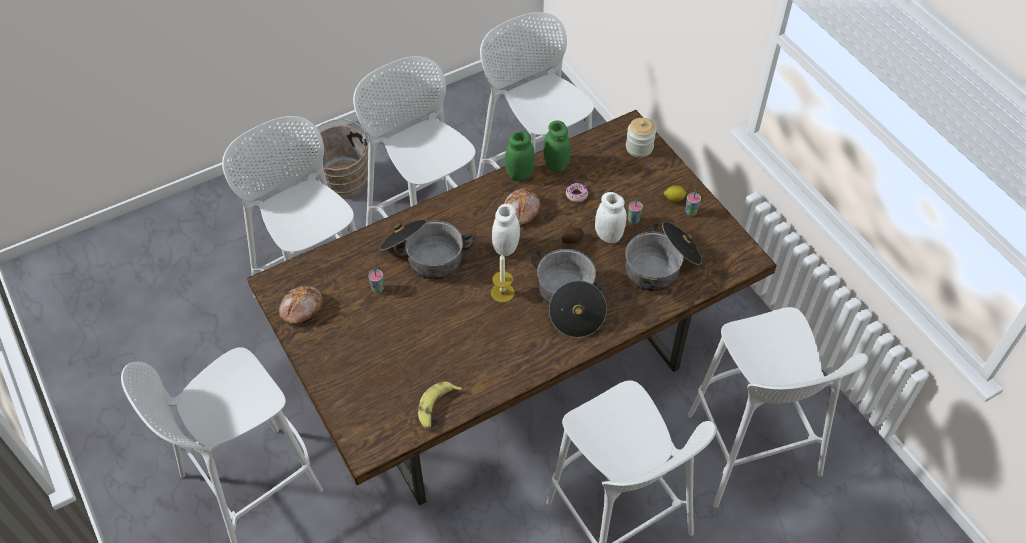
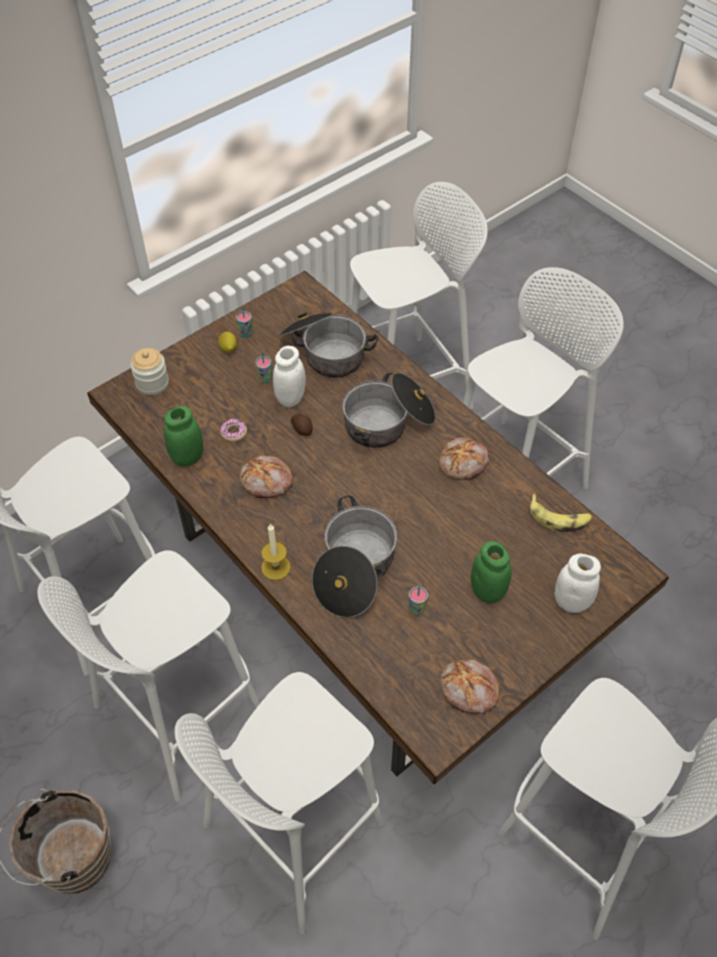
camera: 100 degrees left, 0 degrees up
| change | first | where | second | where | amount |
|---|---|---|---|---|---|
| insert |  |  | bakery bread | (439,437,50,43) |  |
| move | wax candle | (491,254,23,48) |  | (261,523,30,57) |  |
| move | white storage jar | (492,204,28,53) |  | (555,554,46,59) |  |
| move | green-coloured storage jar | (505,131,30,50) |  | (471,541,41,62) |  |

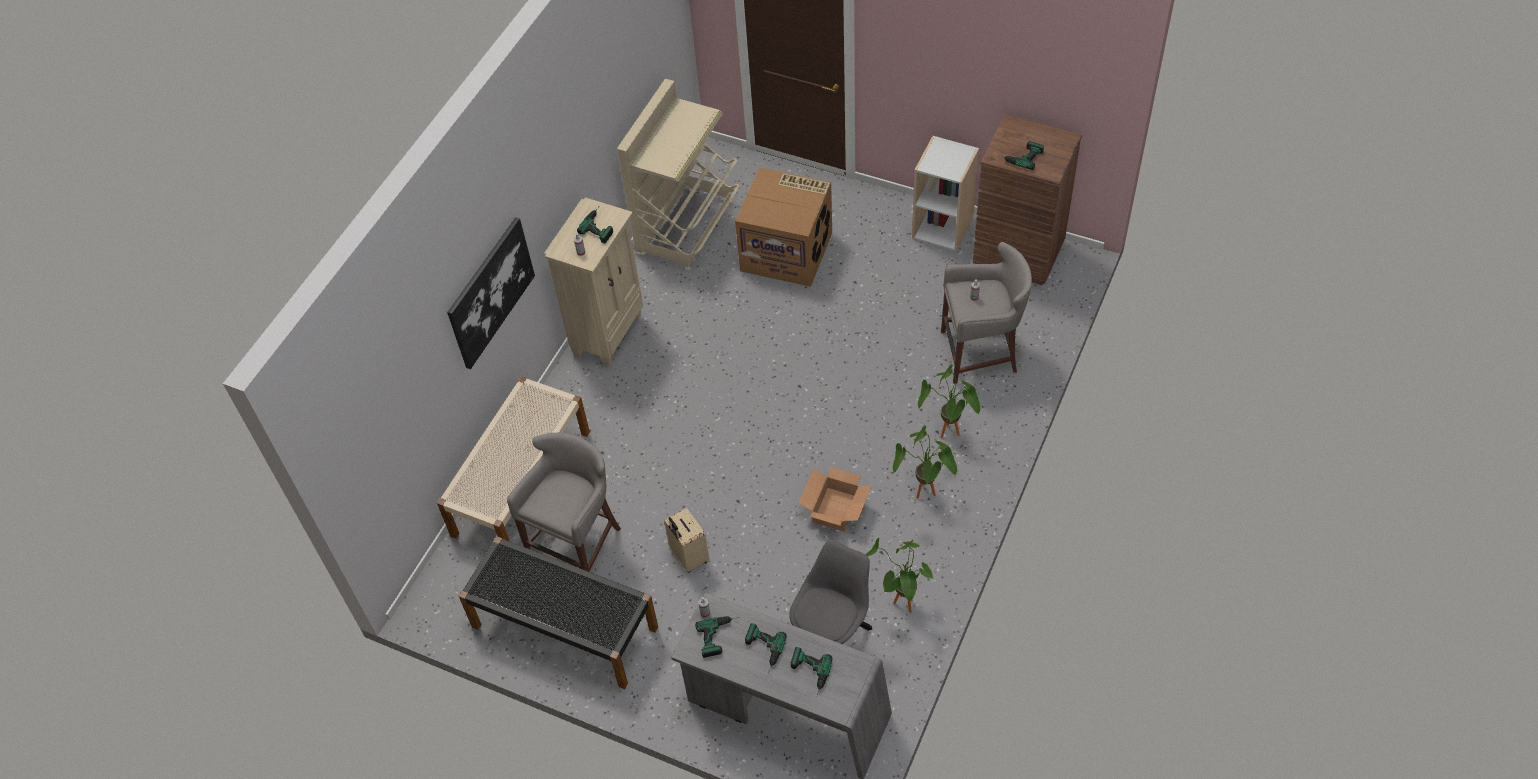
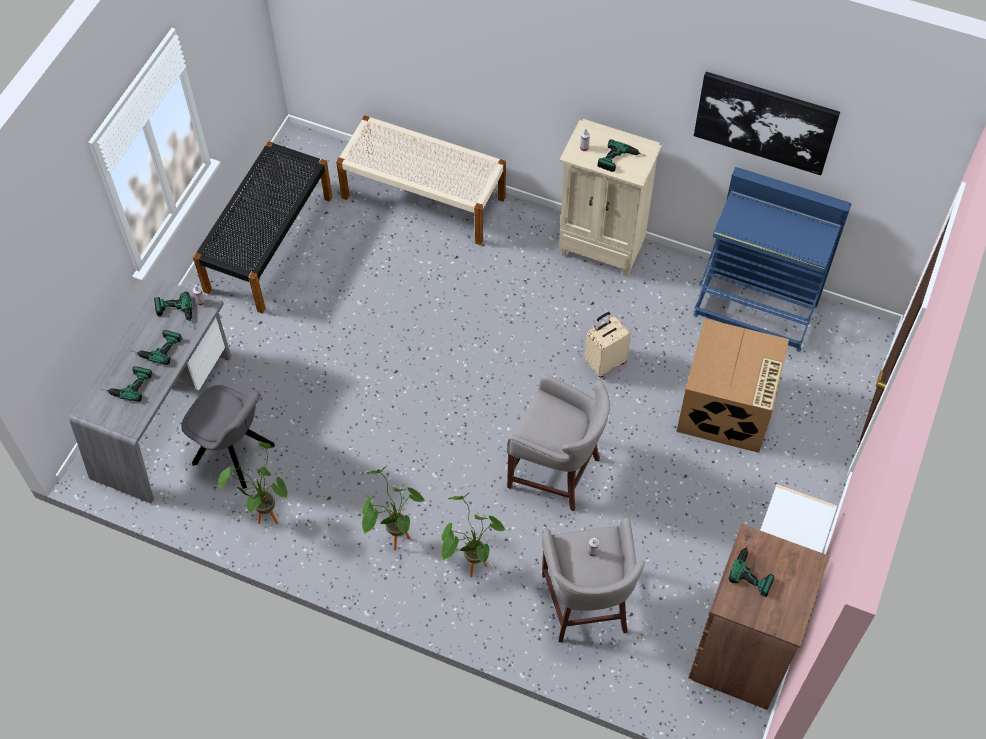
camera: 85 degrees right, 5 degrees up
| change | first | where | second | where | amount |
|---|---|---|---|---|---|
| delete | packing box | (799,467,73,65) |  |  |  |
| move | wall art | (447,217,88,152) |  | (694,72,146,103) |  |
| move | gray sitting stool | (507,433,114,139) |  | (507,374,103,138) |  |
| move | beige-coloured suitcase | (664,508,45,65) |  | (584,312,47,65) |  |
| recolor | beige-coloured shoe rack | (617,79,123,191) | blue-coloured shoe rack | (694,167,157,185) |  |

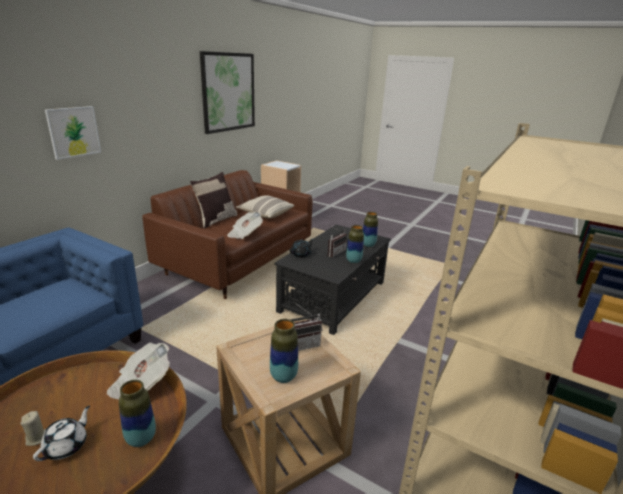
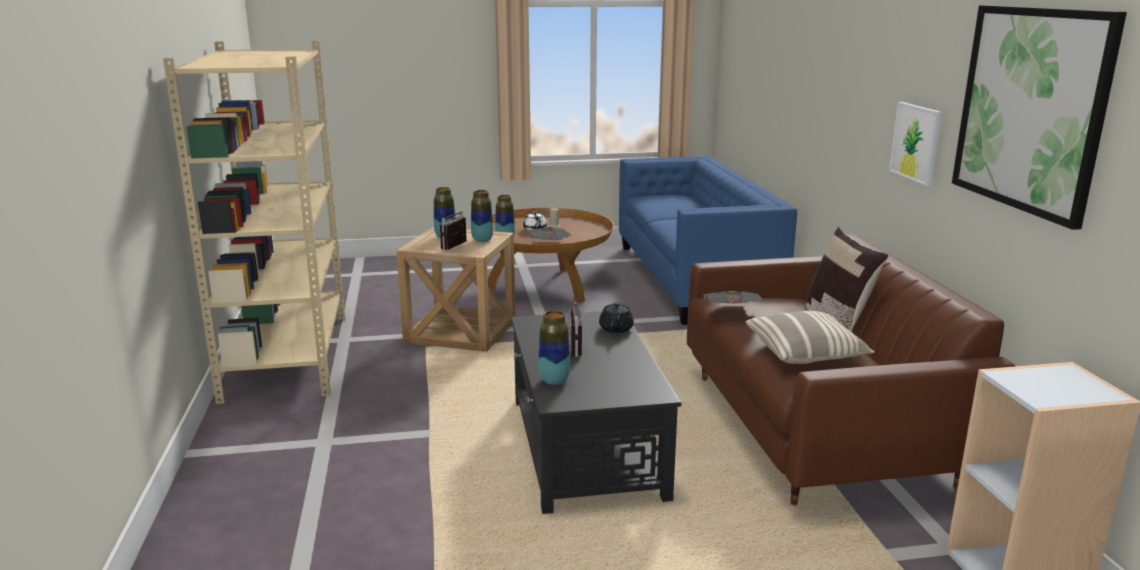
camera: 140 degrees right, 5 degrees down
| change | first | where | second | where | amount |
|---|---|---|---|---|---|
| move | wall art | (45,106,56,54) |  | (889,102,53,84) |  |
| move | vase | (346,225,18,38) |  | (471,190,22,52) |  |

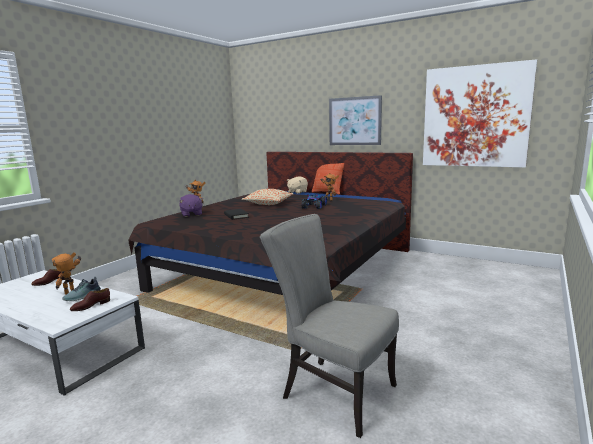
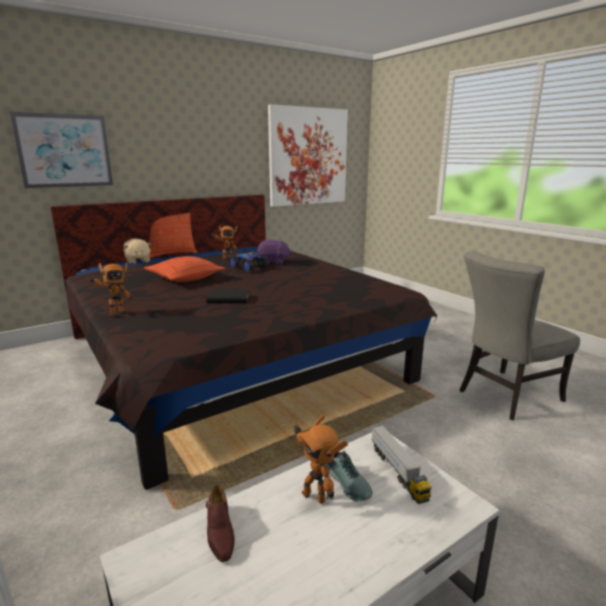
camera: 65 degrees left, 5 degrees up
| change | first | where | second | where | amount |
|---|---|---|---|---|---|
| move | purplish soft toy | (179,194,24,23) |  | (257,240,34,25) |  |
| move | wall art | (329,95,53,50) |  | (10,112,103,76) |  |
| replace | brown-coloured low shoe | (70,288,40,23) | model truck | (371,425,60,79) |  |
| recolor | beige-coloured throw pillow | (242,189,52,16) | orangey throw pillow | (144,256,81,26) |  |

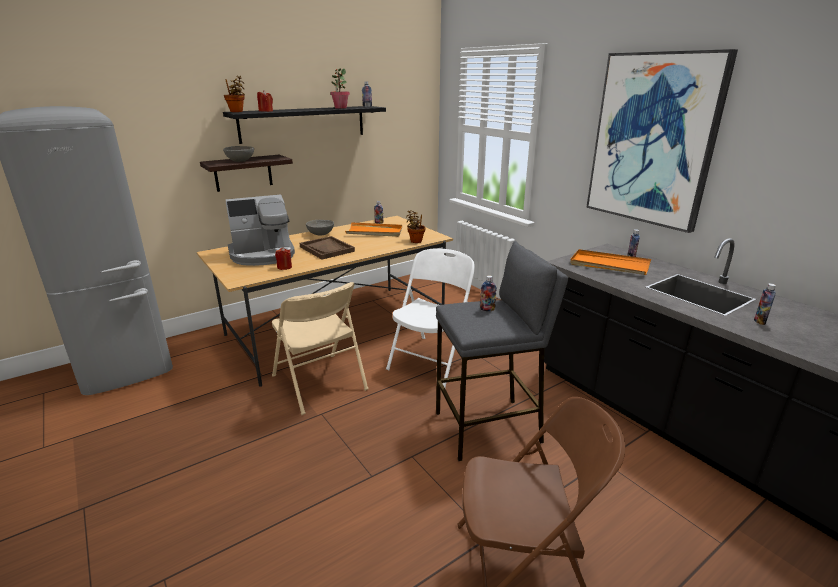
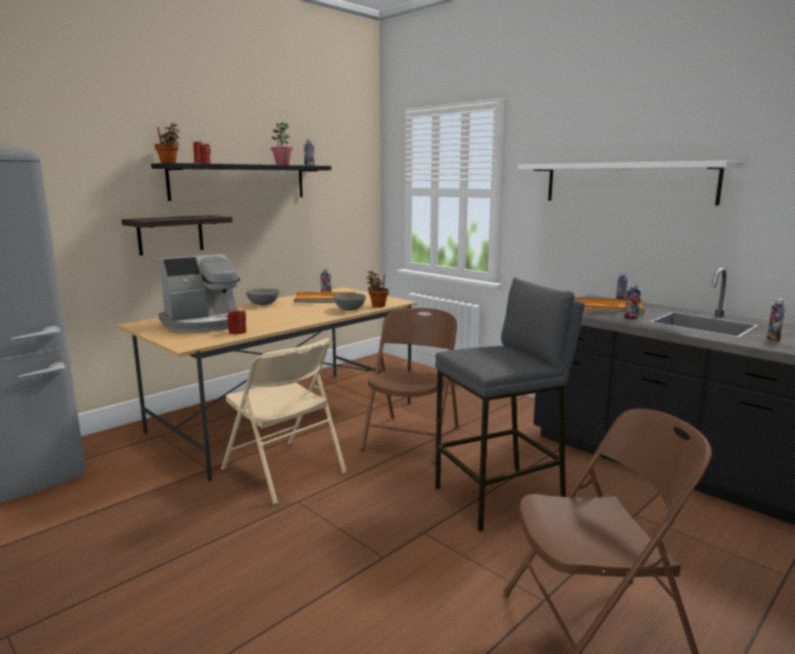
camera: 10 degrees left, 10 degrees down
| change | first | where | second | where | amount |
|---|---|---|---|---|---|
| delete | brown-coloured carrying tray | (300,236,55,24) |  |  |  |
| move | gray bowl | (223,146,31,16) |  | (333,293,33,18) |  |
| move | beverage bottle | (480,275,17,36) |  | (624,283,17,36) |  |
| replace | wall art | (586,49,152,184) | white wall shelf | (518,160,225,46) |  |
| recolor | white chair | (386,249,89,139) | brown-coloured chair | (360,308,99,156) |  |

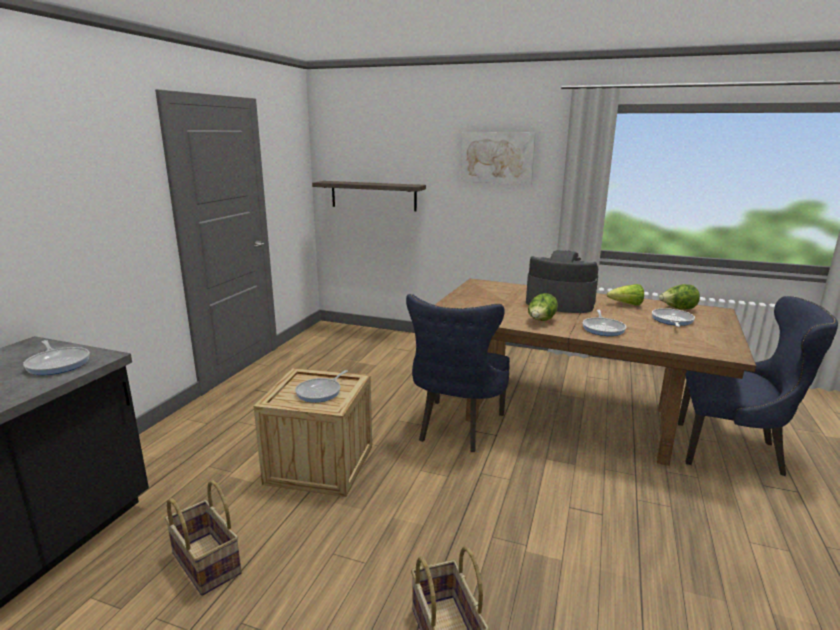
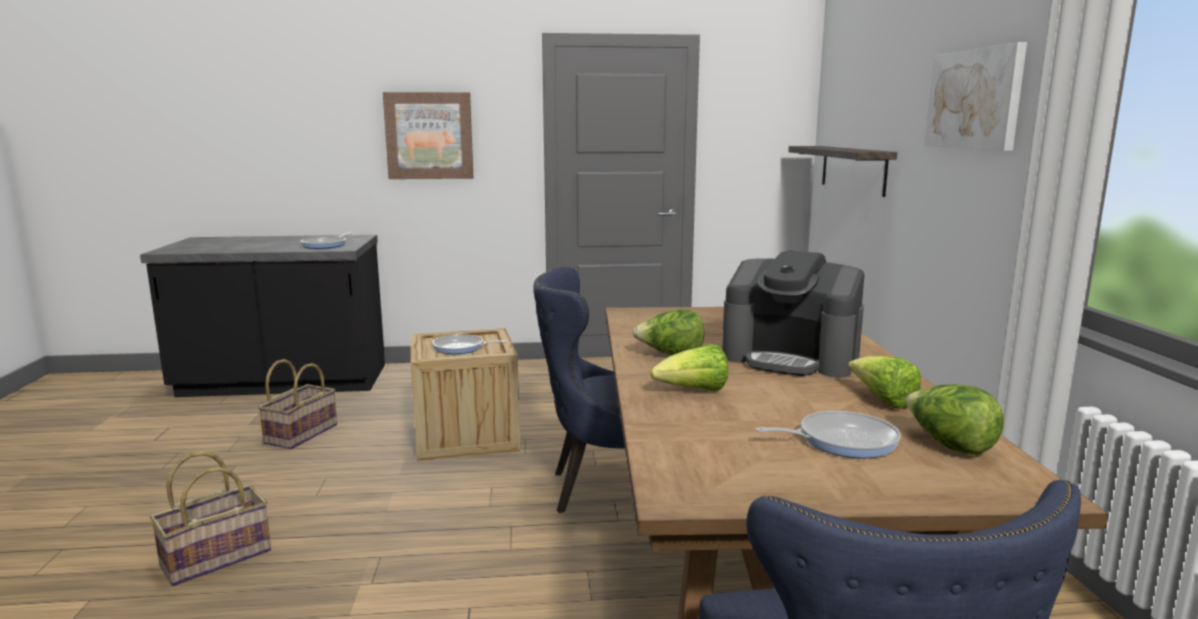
camera: 65 degrees right, 5 degrees down
| change | first | where | second | where | amount |
|---|---|---|---|---|---|
| insert |  |  | wall art | (383,92,90,87) |  |
| replace | pan | (583,310,43,26) | lettuce head | (650,344,78,47) |  |
| rotate | coffee brewer | (526,250,72,63) |  | (722,250,142,127) | 120 degrees clockwise |

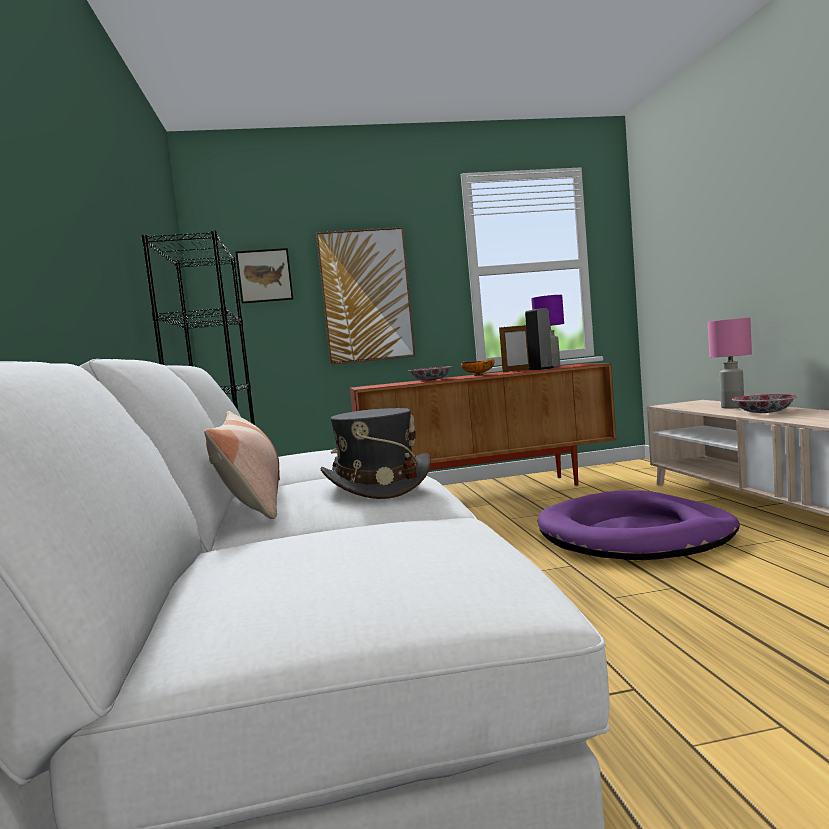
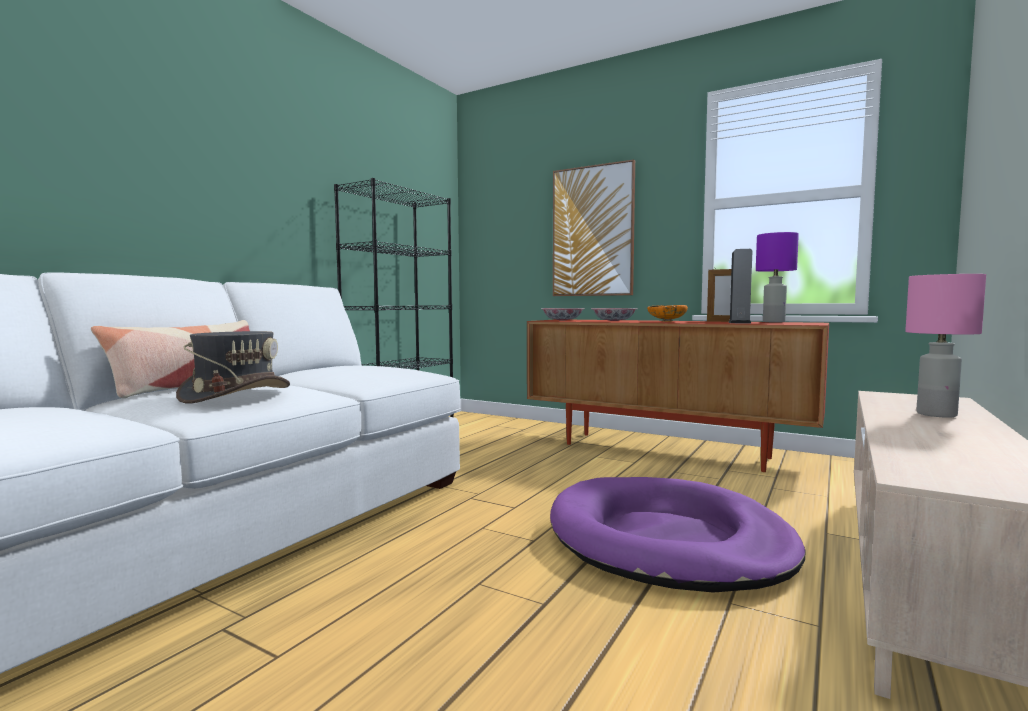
camera: 40 degrees right, 0 degrees up
| change | first | where | second | where | amount |
|---|---|---|---|---|---|
| delete | wall art | (236,248,57,55) |  |  |  |
| move | bowl | (732,394,65,19) |  | (541,308,44,12) |  |

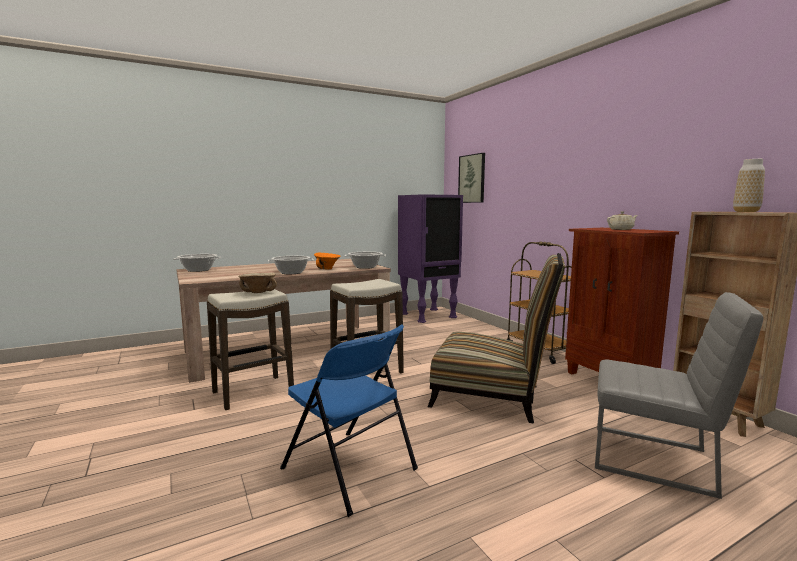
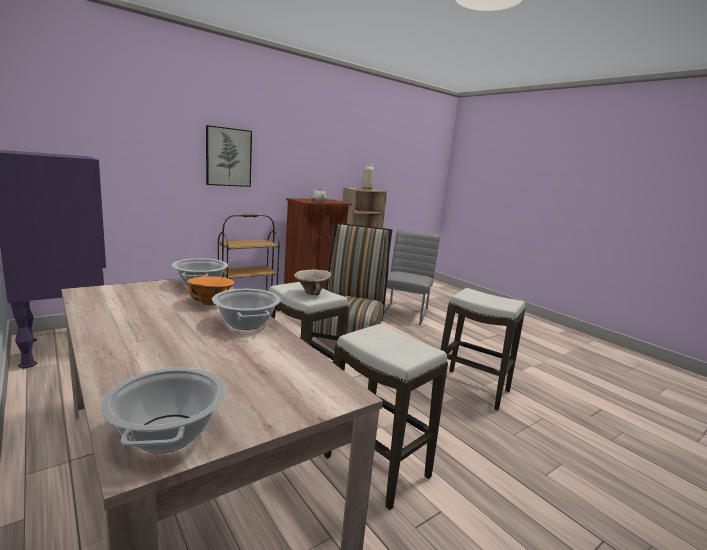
camera: 100 degrees left, 5 degrees up
| change | first | where | second | where | amount |
|---|---|---|---|---|---|
| move | beige-coloured bowl | (238,273,39,20) |  | (294,270,37,26) |  |
| move | wall art | (458,153,27,50) |  | (206,125,46,62) |  |
| replace | blue-coloured chair | (280,324,138,193) | sitting stool | (441,288,85,122) |  |

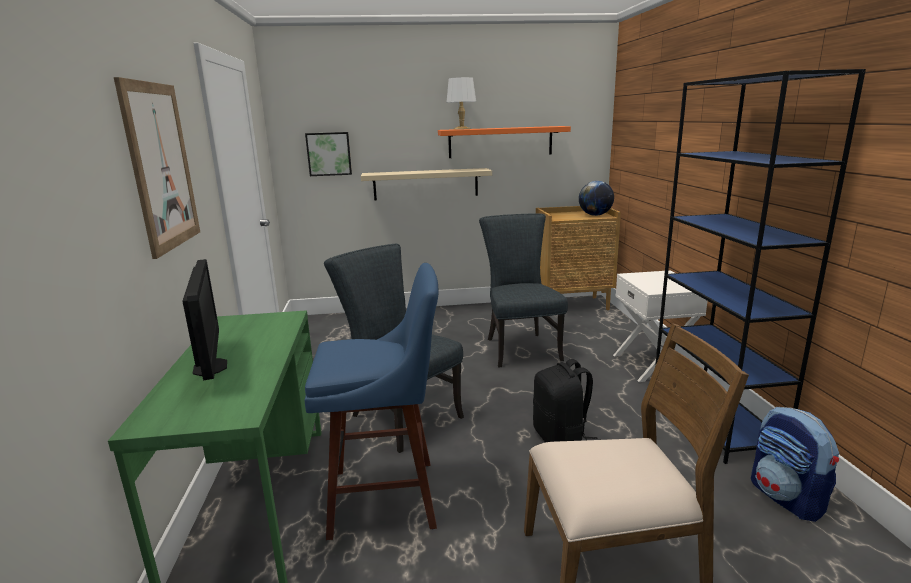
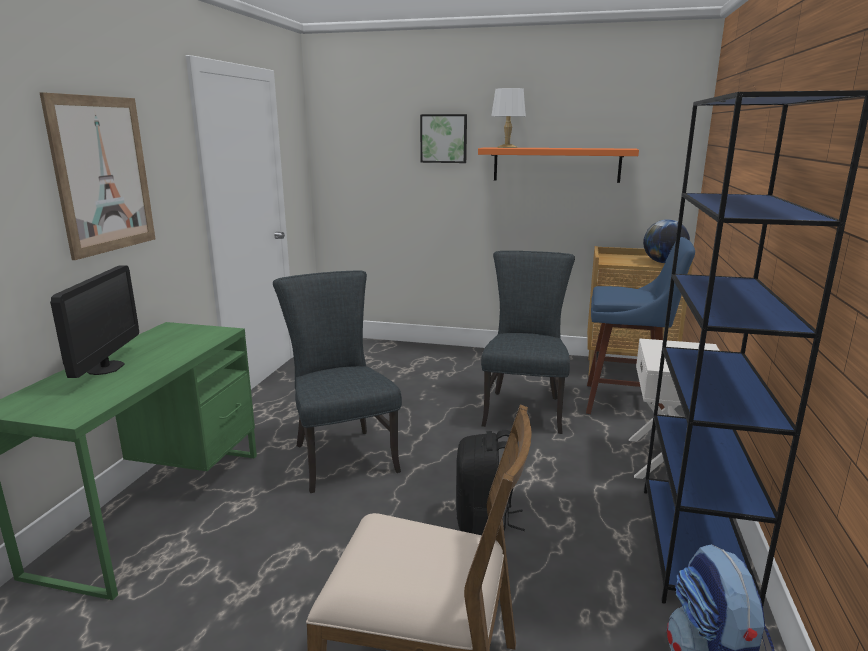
camera: 20 degrees right, 0 degrees up
| change | first | where | second | where | amount |
|---|---|---|---|---|---|
| delete | beige-coloured wall shelf | (361,168,131,33) |  |  |  |
| move | wall art | (305,132,47,44) |  | (420,114,47,49) |  |
| move | blue-coloured sitting stool | (305,263,133,277) |  | (586,237,109,177) |  |

